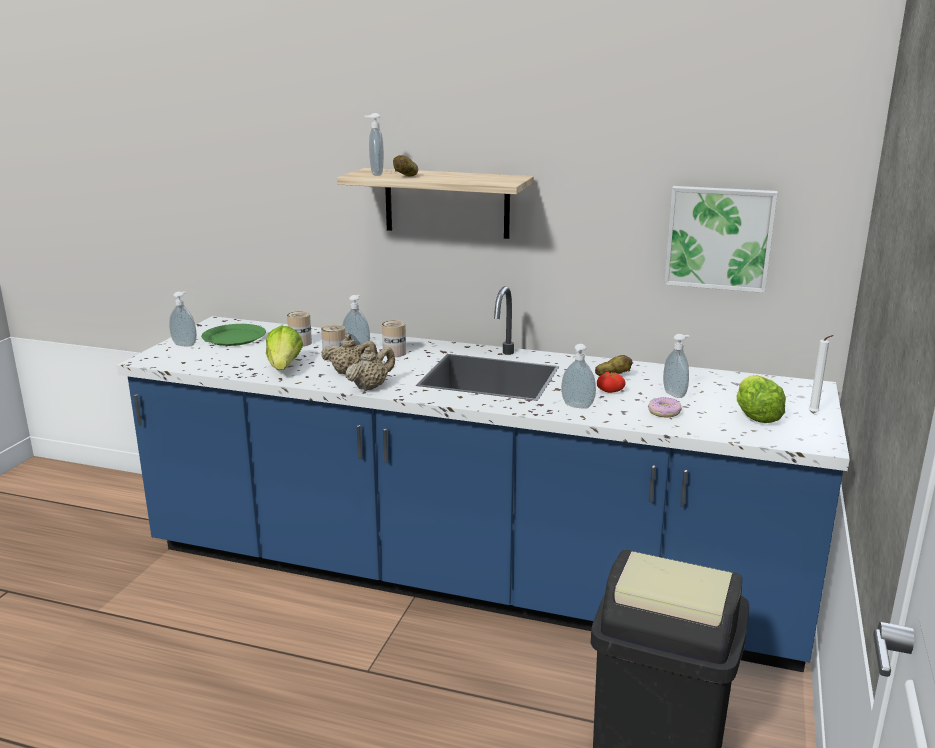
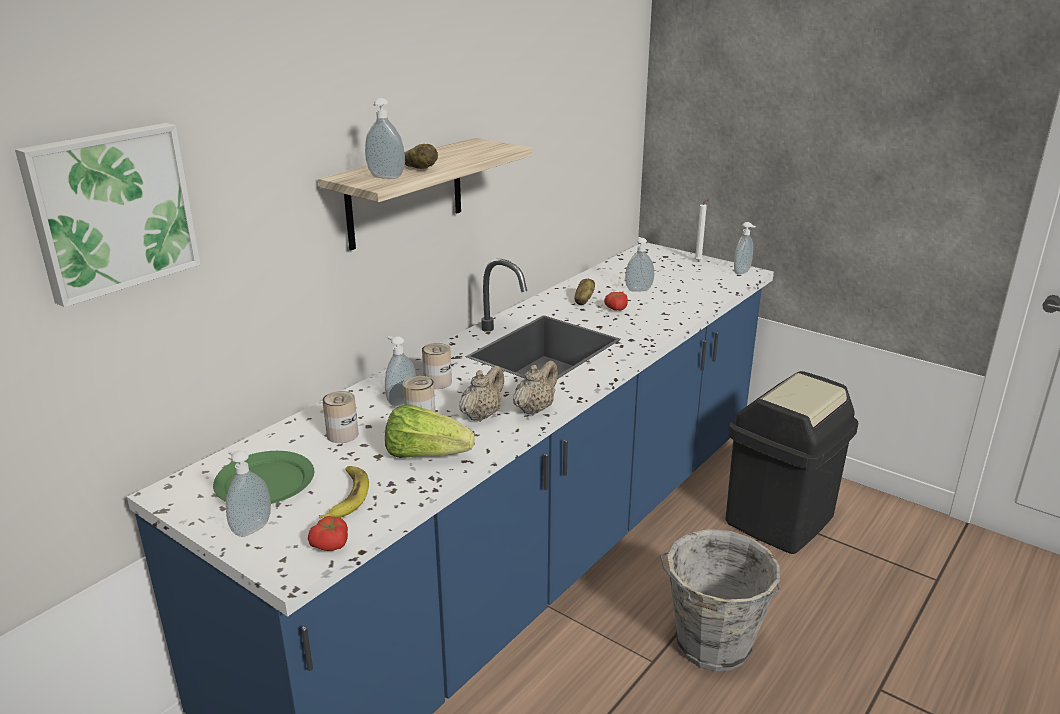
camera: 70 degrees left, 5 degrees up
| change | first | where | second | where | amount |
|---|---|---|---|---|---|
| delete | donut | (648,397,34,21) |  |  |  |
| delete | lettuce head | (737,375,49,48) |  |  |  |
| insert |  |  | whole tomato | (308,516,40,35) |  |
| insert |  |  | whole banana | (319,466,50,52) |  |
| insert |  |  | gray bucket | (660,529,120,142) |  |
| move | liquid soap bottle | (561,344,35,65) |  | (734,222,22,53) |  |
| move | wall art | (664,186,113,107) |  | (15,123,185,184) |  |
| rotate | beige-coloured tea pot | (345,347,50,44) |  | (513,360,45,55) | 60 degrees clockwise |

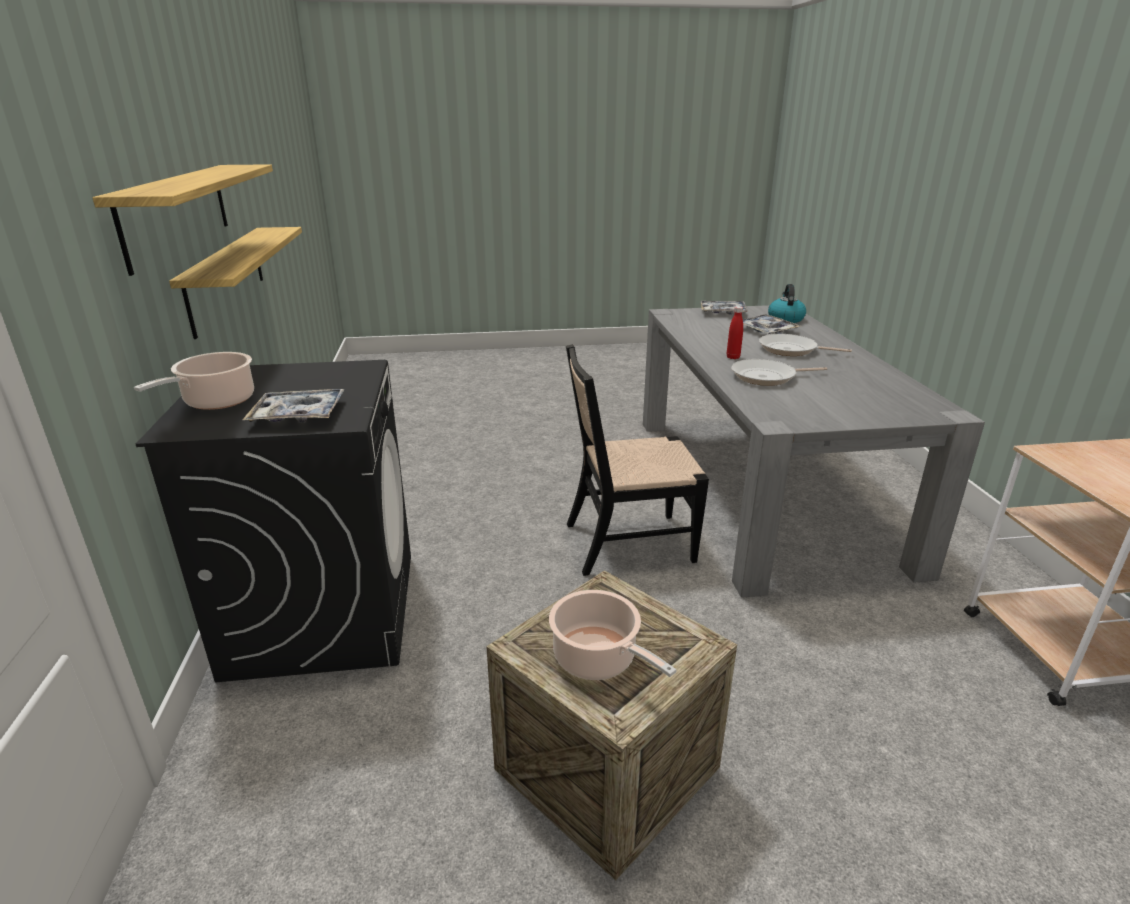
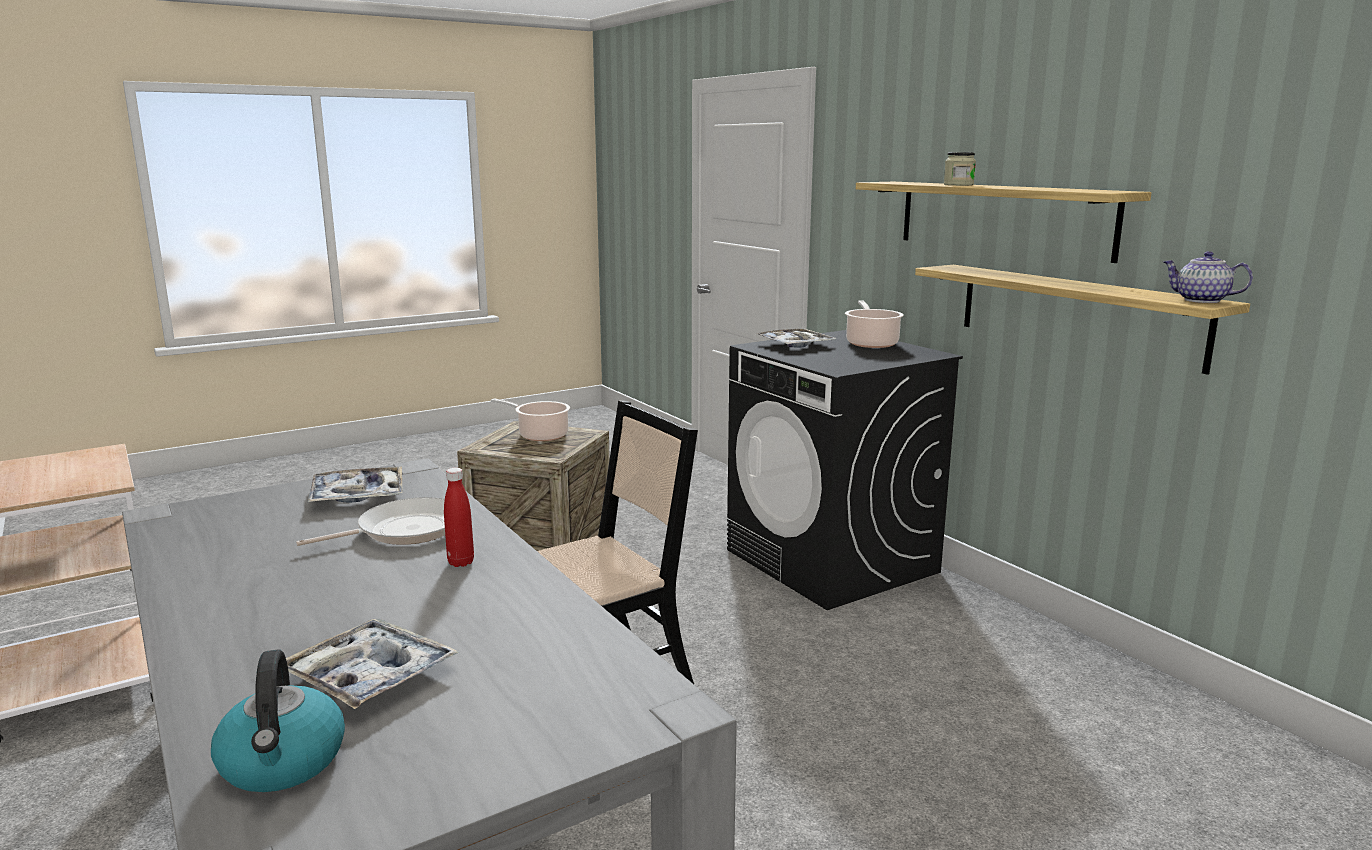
camera: 155 degrees right, 10 degrees down
| change | first | where | second | where | amount |
|---|---|---|---|---|---|
| delete | pan | (759,334,93,22) |  |  |  |
| insert |  |  | storage jar | (944,152,32,34) |  |
| insert |  |  | tea pot | (1164,251,89,52) |  |
| move | carrying tray | (701,301,47,14) |  | (308,466,95,37) |  |

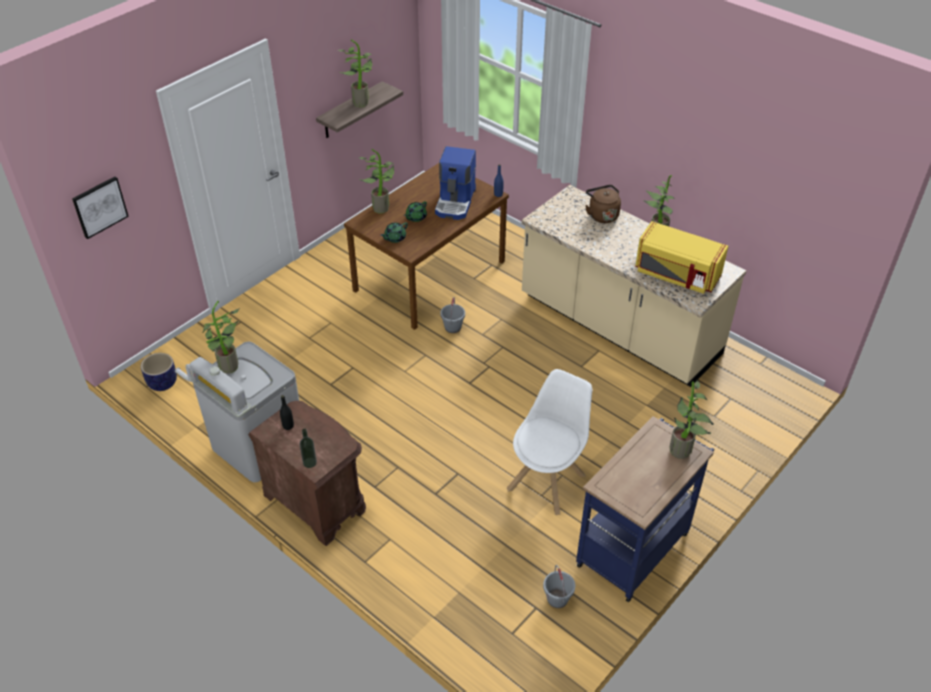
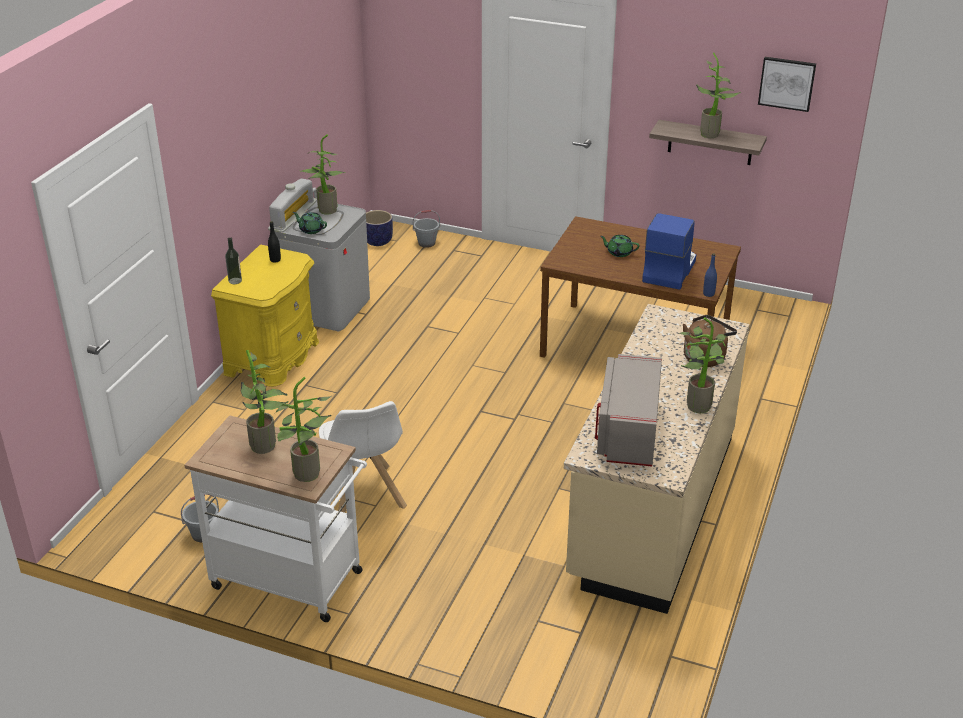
camera: 70 degrees right, 10 degrees down
| change | first | where | second | where | amount |
|---|---|---|---|---|---|
| move | wall art | (72,177,57,62) |  | (758,57,58,55) |  |
| move | potted plant | (357,149,37,64) |  | (241,350,47,104) |  |
| move | green-coloured tea pot | (380,222,28,21) |  | (293,212,34,22) |  |
| move | gray bucket | (441,297,24,36) |  | (413,210,27,38) |  |
| recolor | brown-coloured bedside table | (248,401,118,145) | yellow bedside table | (211,244,108,143) |  |
| recolor | blue-coloured trolley | (576,416,138,186) | white trolley | (184,415,183,207) |  |
| recolor | yellow microwave oven | (635,221,93,73) | gray microwave oven | (595,354,67,112) |  |
| rotate | coffee brewer | (435,146,41,74) |  | (642,213,54,77) | 120 degrees clockwise |
| rotate | white chair | (507,369,85,146) |  | (319,401,88,112) | 60 degrees clockwise |

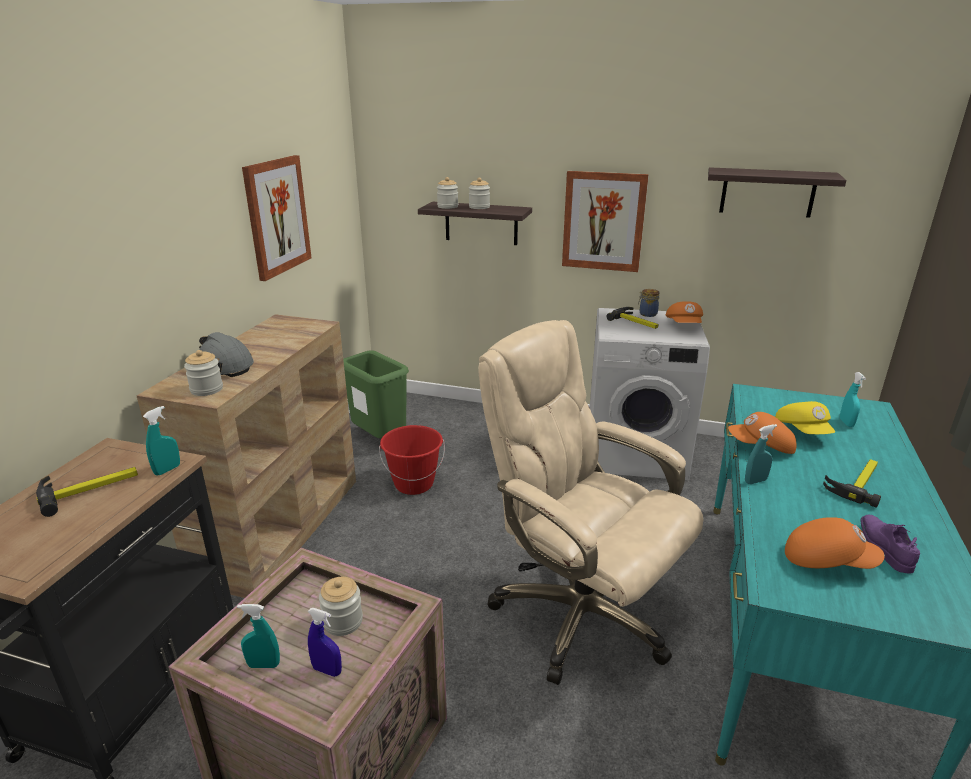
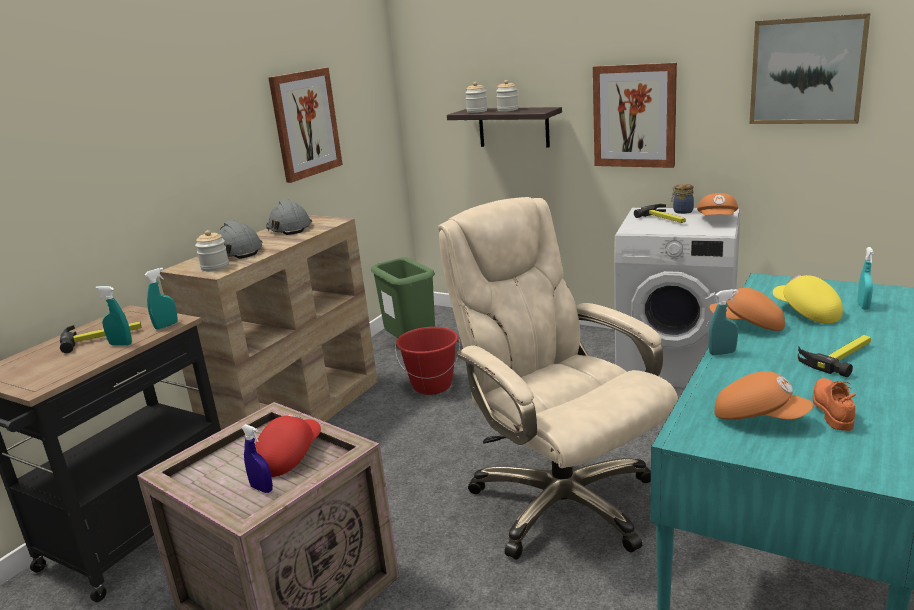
camera: 15 degrees right, 5 degrees down
| change | first | where | second | where | amount |
|---|---|---|---|---|---|
| insert |  |  | gray safety helmet | (266,199,46,36) |  |
| move | turquoise sprayer | (237,604,43,64) |  | (95,286,37,60) |  |
| replace | storage jar | (319,577,44,59) | red-coloured baseball cap | (255,414,66,63) |  |
| replace | wall shelf | (708,167,138,51) | wall art | (749,13,121,111) |  |
| recolor | purplish low shoe | (860,515,60,59) | orangey low shoe | (813,378,43,53) |  |
| rotate | yellow baseball cap | (775,401,60,33) |  | (773,275,70,49) | 150 degrees clockwise |

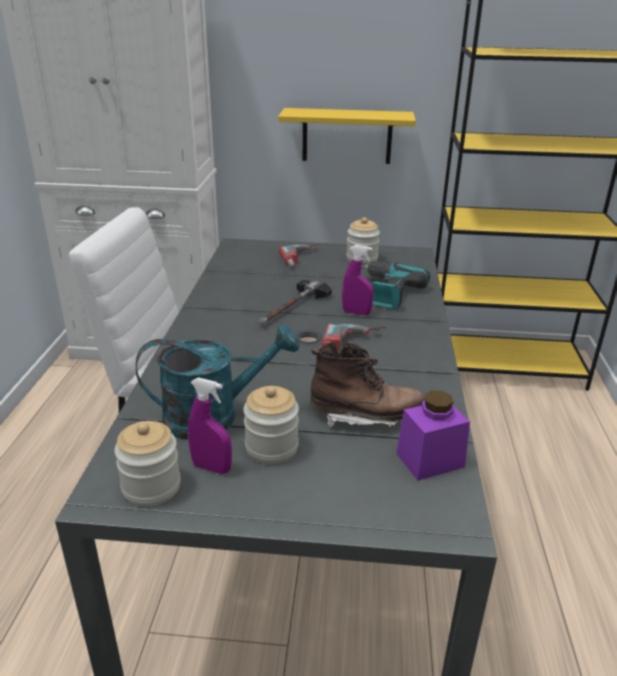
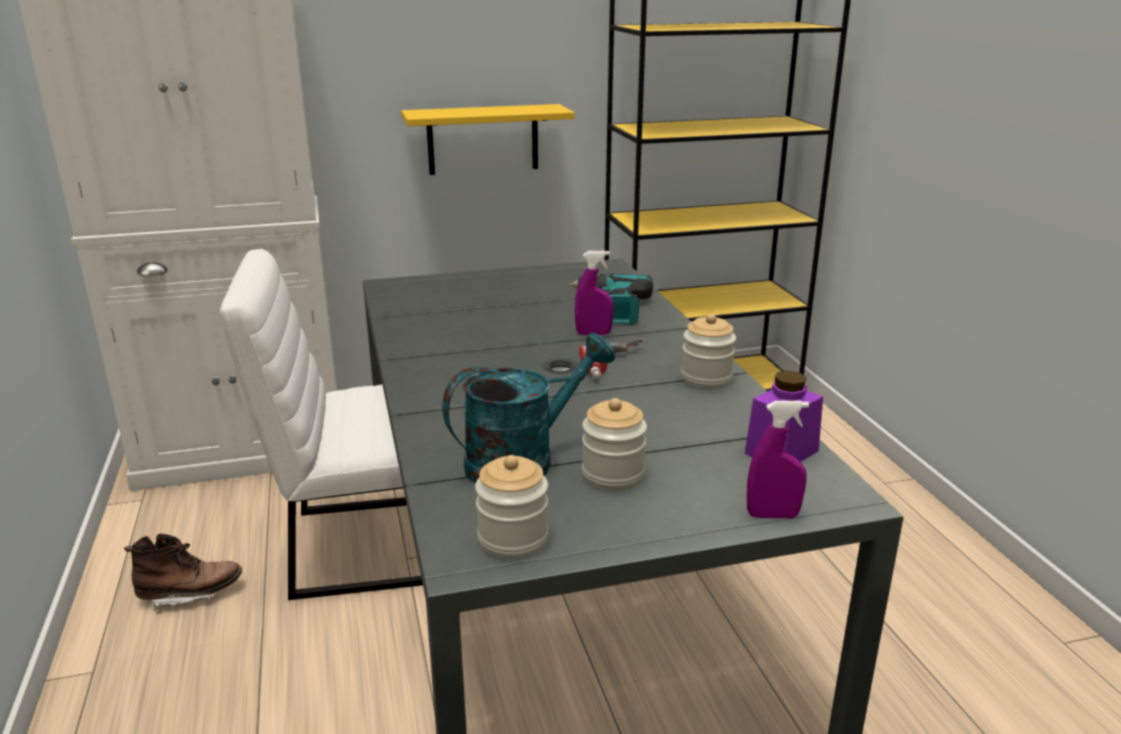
camera: 20 degrees left, 5 degrees down
| change | first | where | second | where | amount |
|---|---|---|---|---|---|
| delete | tool hammer | (259,279,73,47) |  |  |  |
| delete | electric drill | (279,243,40,23) |  |  |  |
| move | purplish sprayer | (188,377,44,97) |  | (747,401,62,118) |  |
| move | brown-coloured high-top boot | (310,342,115,85) |  | (124,533,118,79) |  |
| move | storage jar | (346,217,34,48) |  | (681,314,55,75) |  |

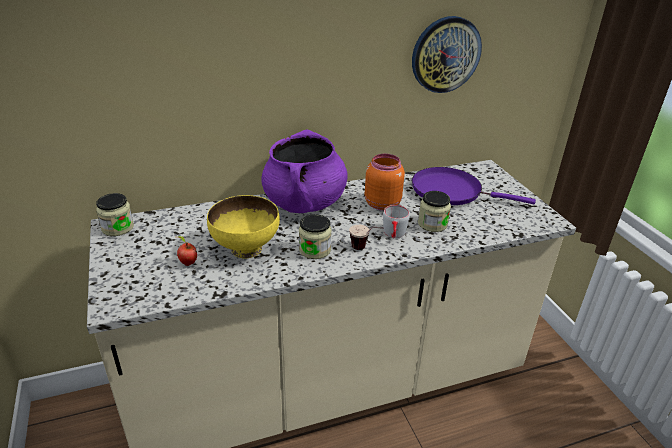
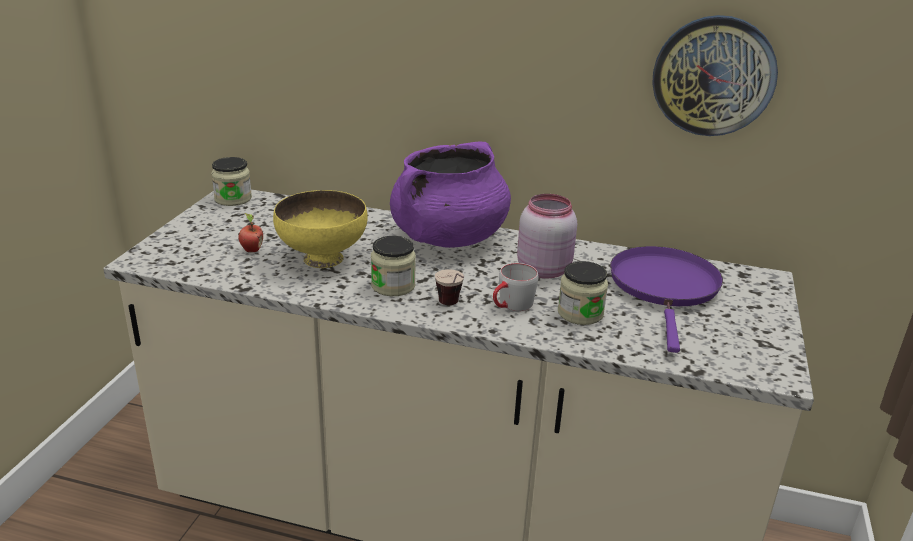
camera: 35 degrees right, 5 degrees down
| change | first | where | second | where | amount |
|---|---|---|---|---|---|
| recolor | orangey storage jar | (365,154,40,57) | pinkish storage jar | (517,194,60,85) |  |
| rotate | purplish pan | (412,167,124,38) |  | (610,246,113,107) | 45 degrees clockwise |

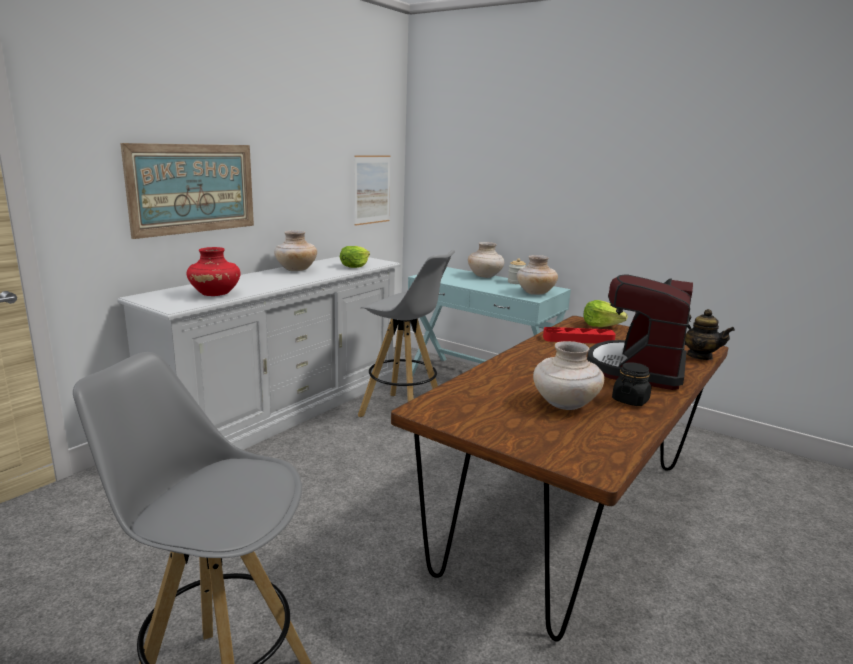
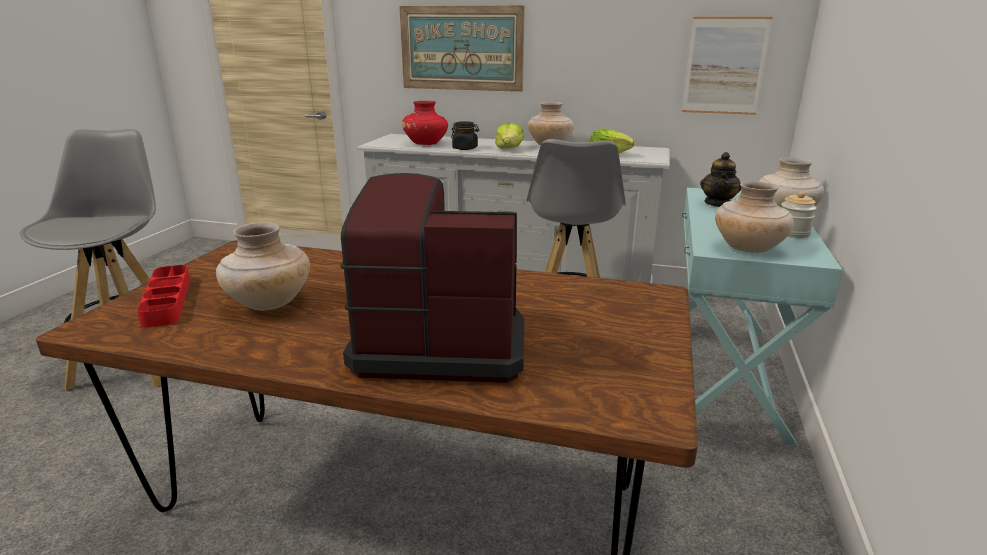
camera: 70 degrees right, 5 degrees up
| change | first | where | second | where | amount |
|---|---|---|---|---|---|
| move | red-coloured carrying tray | (543,327,73,17) |  | (137,265,53,63) |  |
| move | lettuce head | (583,300,45,27) |  | (495,123,29,26) |  |
| move | blackish storage jar | (612,362,39,44) |  | (451,121,28,29) |  |
| move | tea pot | (685,309,50,51) |  | (700,152,41,55) |  |

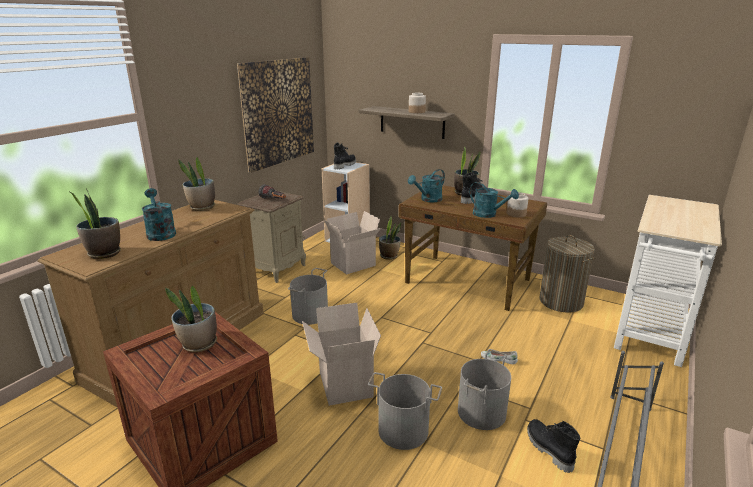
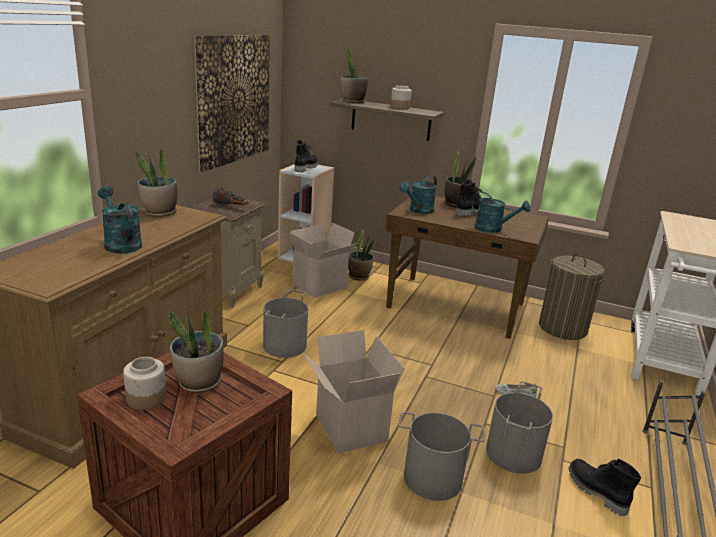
camera: 10 degrees left, 0 degrees up
| change | first | where | second | where | amount |
|---|---|---|---|---|---|
| move | potted plant | (70,188,51,71) |  | (341,49,27,54) |  |
| move | storage jar | (507,192,21,25) |  | (123,357,43,53) |  |

